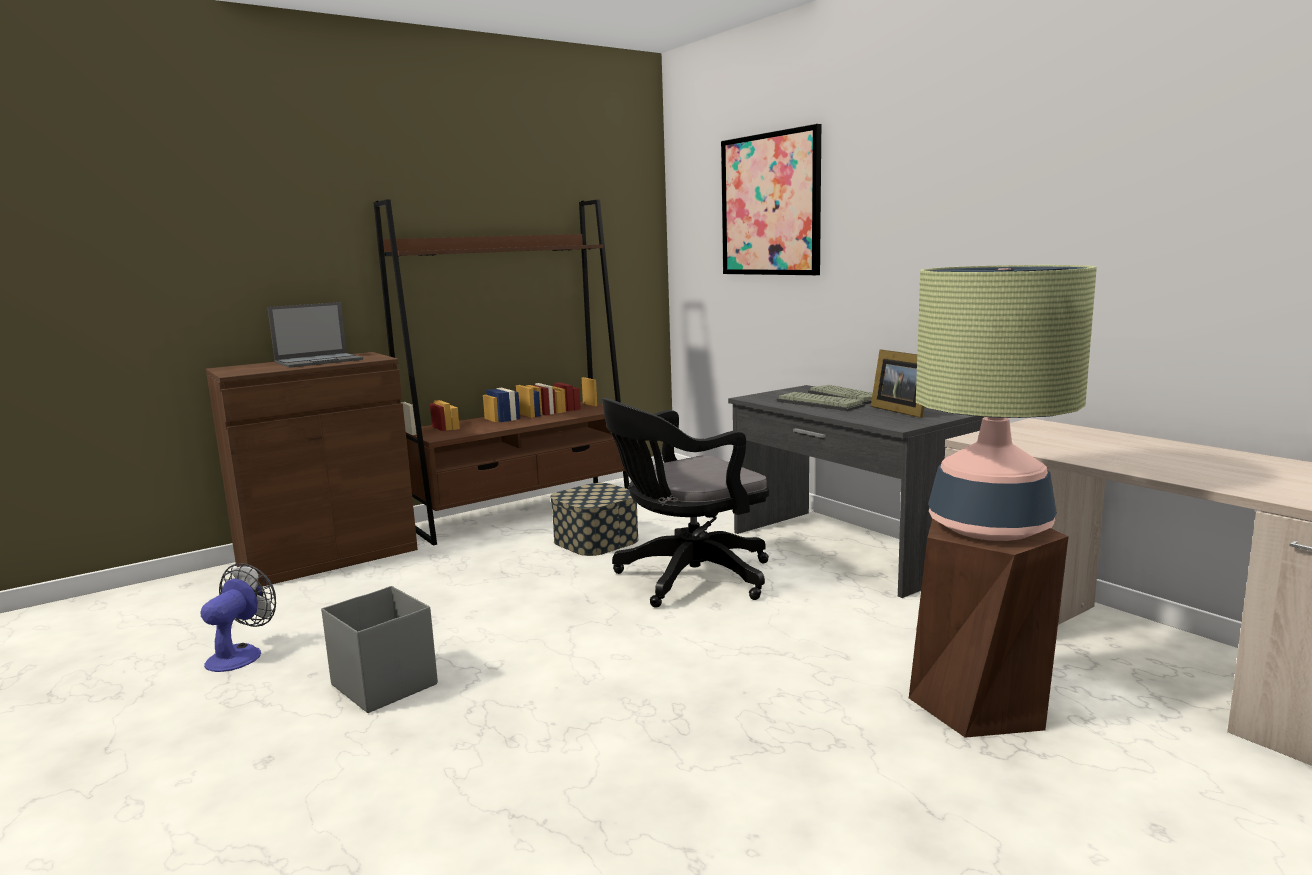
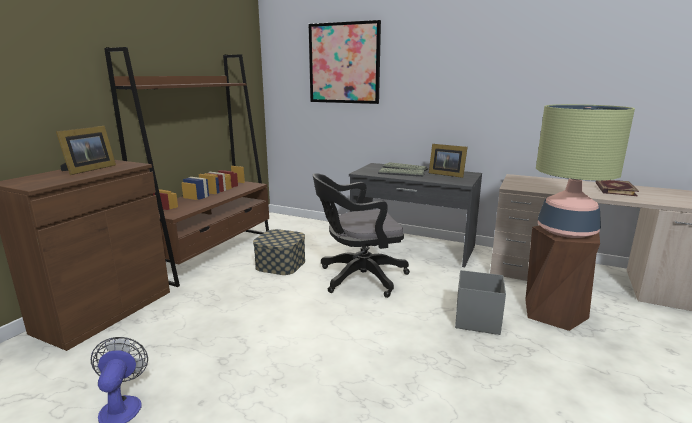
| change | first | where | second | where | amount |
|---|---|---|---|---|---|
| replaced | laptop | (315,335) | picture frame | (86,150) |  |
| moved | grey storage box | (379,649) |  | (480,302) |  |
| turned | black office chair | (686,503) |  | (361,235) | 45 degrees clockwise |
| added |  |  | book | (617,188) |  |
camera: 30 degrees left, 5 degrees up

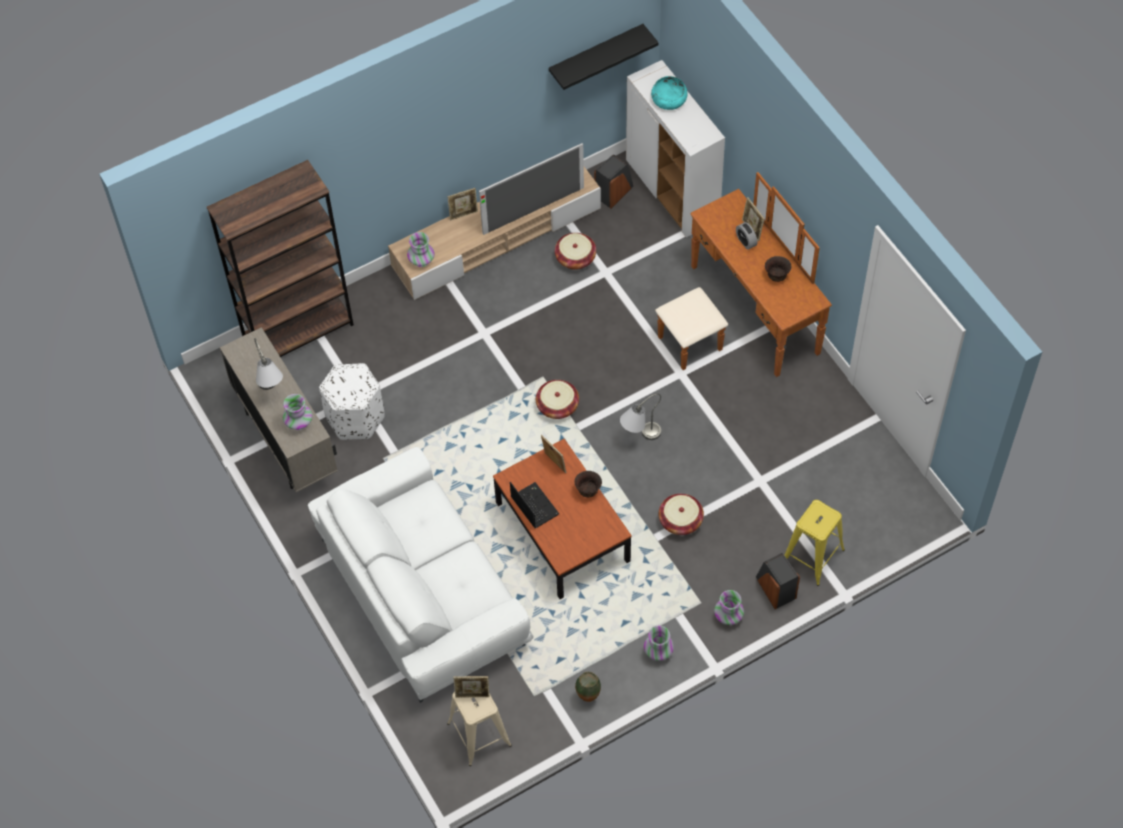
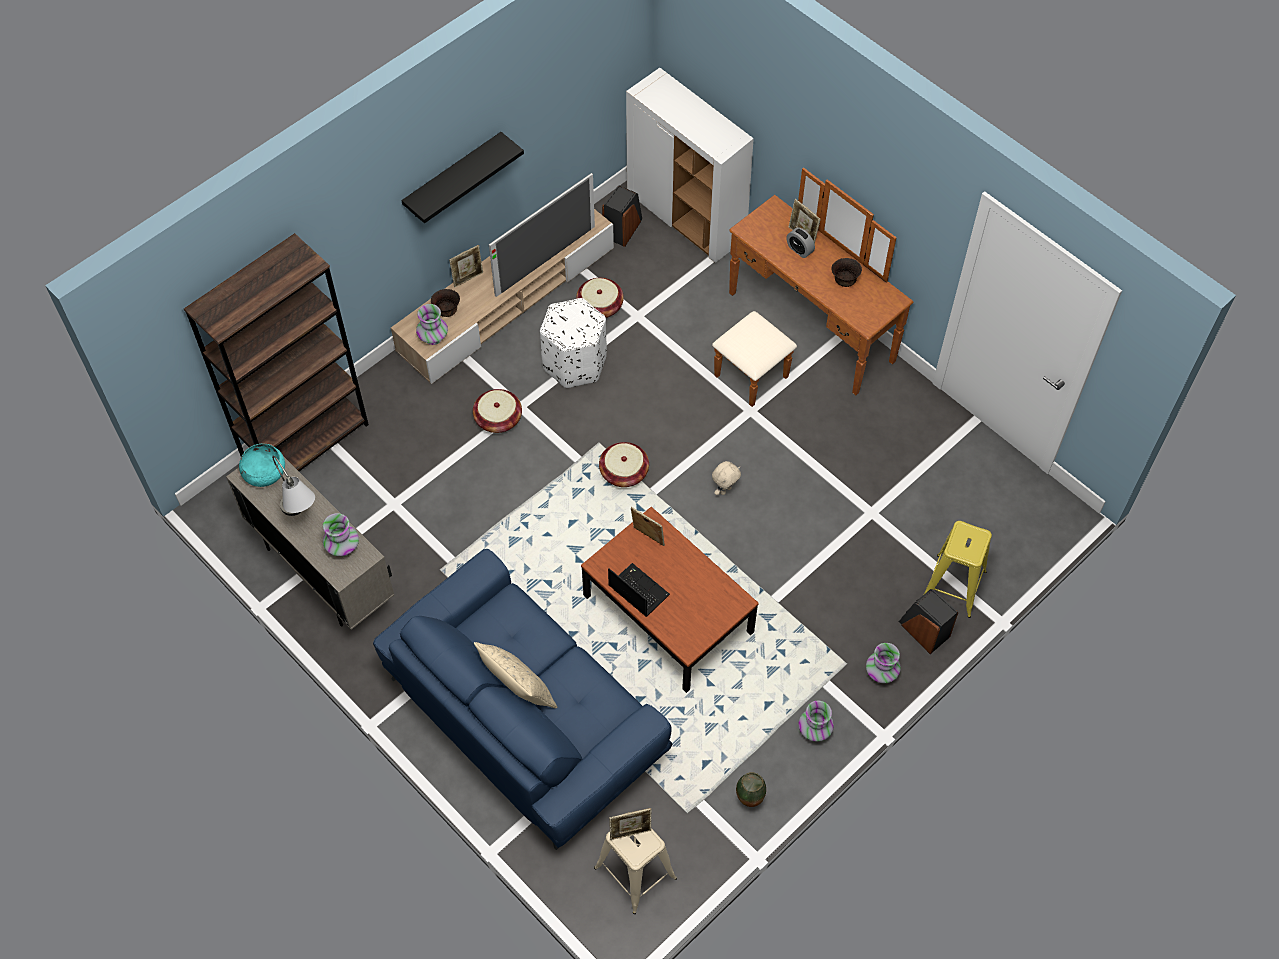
| change | first | where | second | where | amount |
|---|---|---|---|---|---|
| recoloured | white sofa | (420,575) | blue sofa | (522,699) |  |
| moved | white ottoman | (352,401) |  | (573,343) |  |
| moved | black shelf | (603,57) |  | (462,177) |  |
| moved | brown bowl | (588,484) |  | (445,303) |  |
| replaced | grey table lamp | (640,417) | beige plush toy | (726,478) |  |
| moved | turquoise bowl | (669,93) |  | (262,465) |  |
| moved | basket | (681,514) |  | (497,411) |  |
| added |  |  | beige pillow | (516,675) |  |
camera: 15 degrees left, 0 degrees up

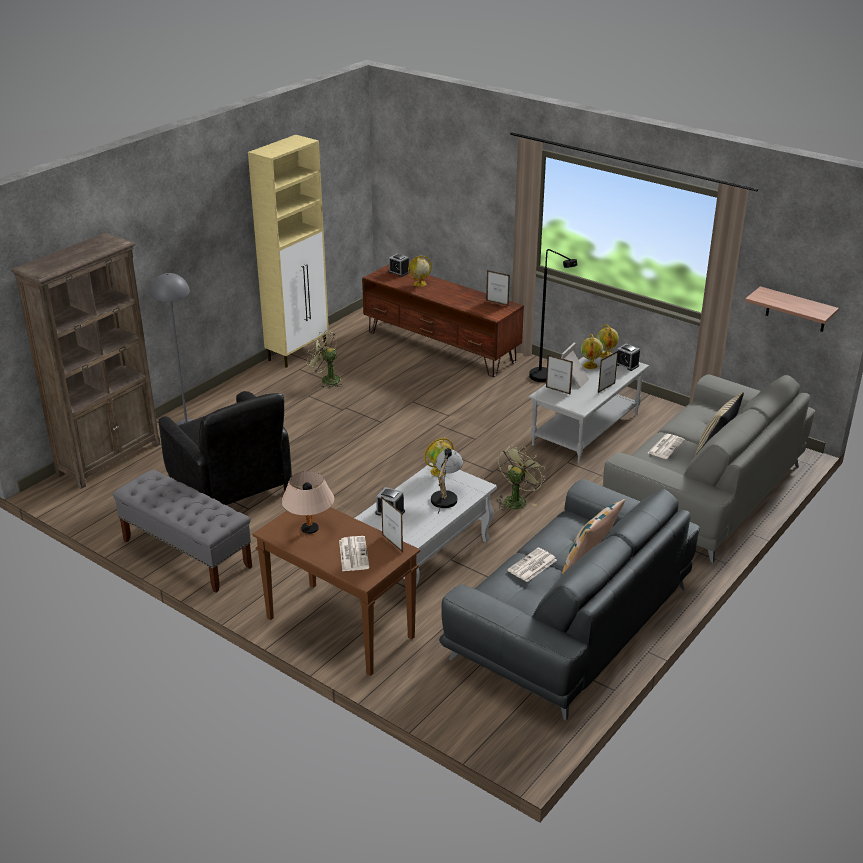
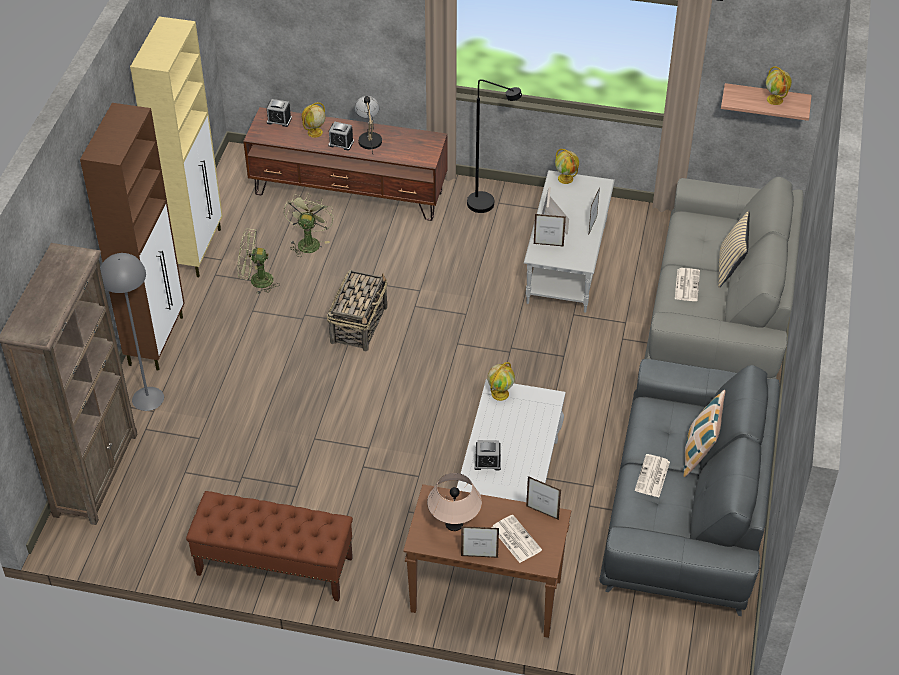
| change | first | where | second | where | amount |
|---|---|---|---|---|---|
| recoloured | grey bench | (182,530) | brown bench | (269,546) |  |
| removed | black armchair | (225,448) |  |  |  |
| moved | table lamp | (447,480) |  | (368,125) |  |
| moved | picture frame | (498,288) |  | (480,542) |  |
| moved | green fan | (521,477) |  | (309,225) |  |
| moved | globe | (592,351) |  | (779,85) |  |
| moved | alarm clock | (628,357) |  | (341,136) |  |
| added |  |  | brown cabinet | (132,237) |  |
| added |  |  | basket | (357,311) |  |
camera: 25 degrees left, 15 degrees up

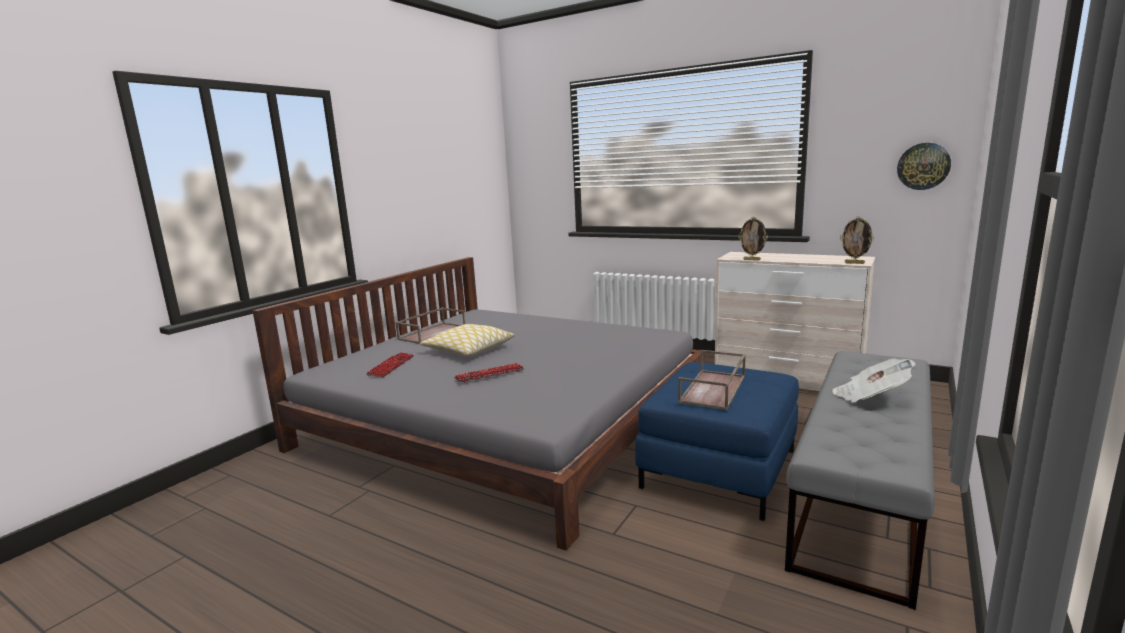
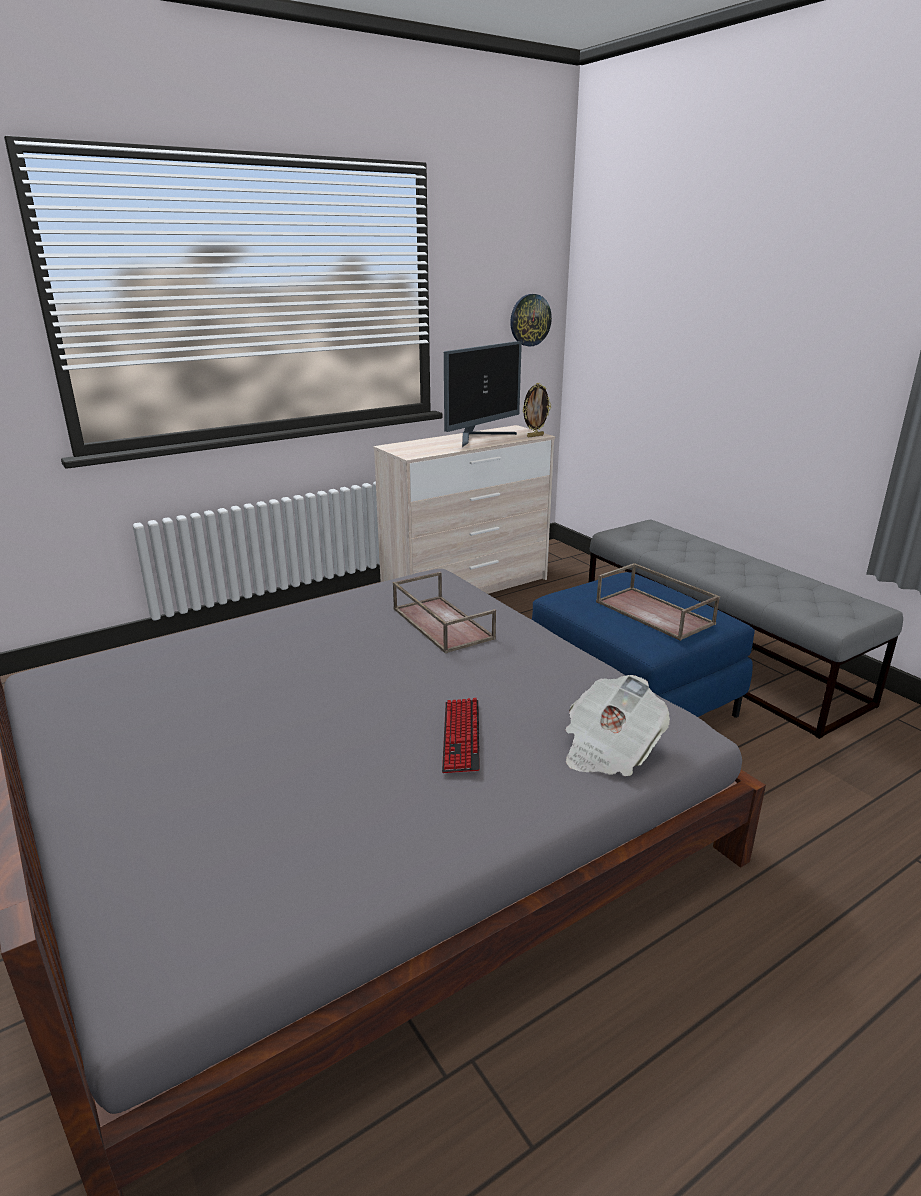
| change | first | where | second | where | amount |
|---|---|---|---|---|---|
| removed | keyboard | (390,364) |  |  |  |
| moved | brown tray | (430,326) |  | (444,613) |  |
| removed | pillow | (467,340) |  |  |  |
| removed | picture frame | (753,239) |  |  |  |
| moved | newspaper | (874,380) |  | (617,725) |  |
| added |  |  | monitor | (483,394) |  |
camera: 65 degrees left, 10 degrees up

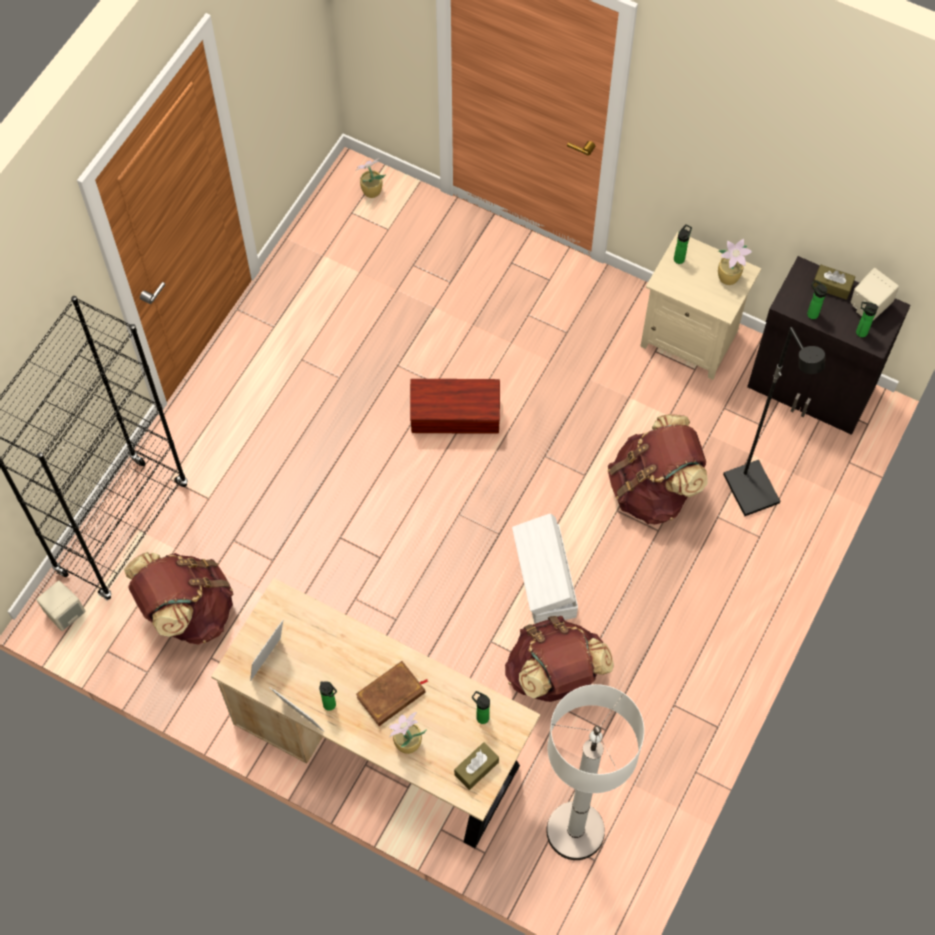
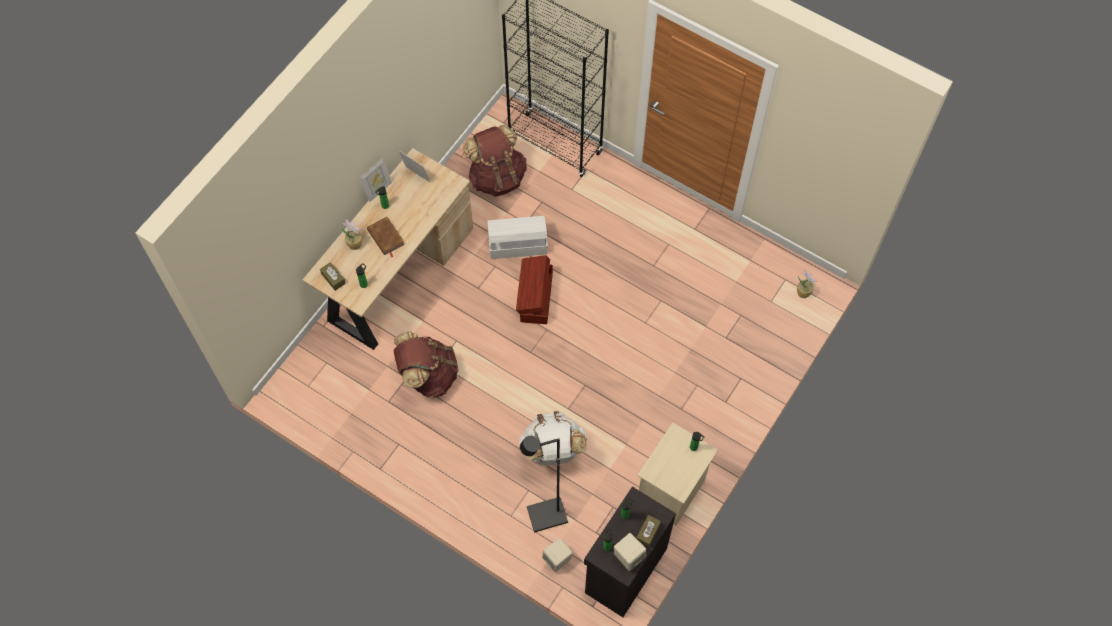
| change | first | where | second | where | amount |
|---|---|---|---|---|---|
| moved | beige speaker | (61,606) |  | (557,555) |  |
| moved | brown storage box | (455,406) |  | (534,289) |  |
| moved | white storage box | (545,568) |  | (517,237) |  |
| removed | white floor lamp | (595,772) |  |  |  |
| recoloured | brown backpack | (658,469) | white backpack | (553,438) |  |
| removed | potted plant | (735,262) |  |  |  |
camera: 95 degrees right, 0 degrees up

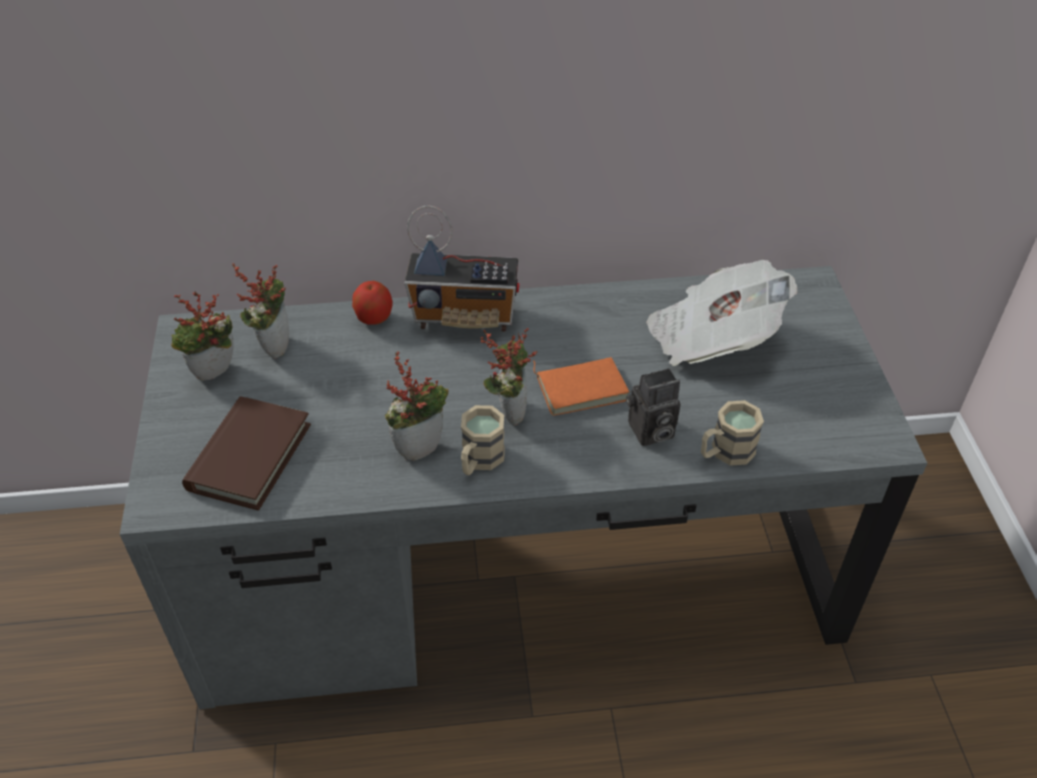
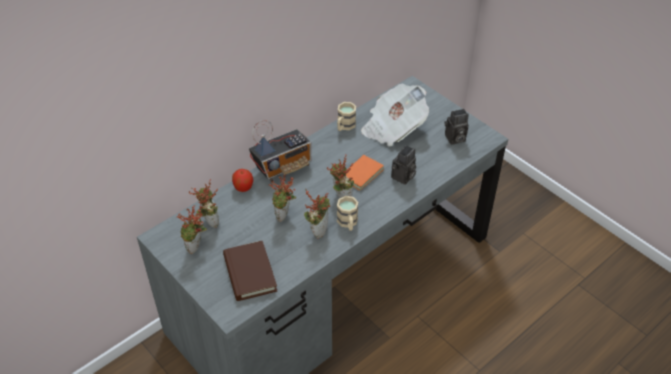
| change | first | where | second | where | amount |
|---|---|---|---|---|---|
| moved | beige mug | (732,433) |  | (346,116) |  |
| added |  |  | potted plant | (282,198) |  |
| added |  |  | photo camera | (456,127) |  |
camera: 35 degrees left, 0 degrees up

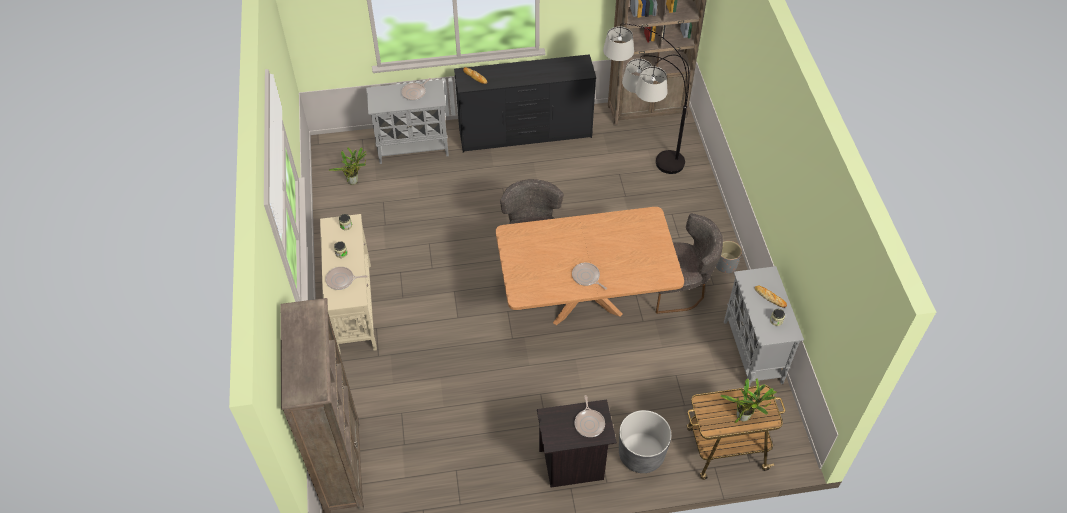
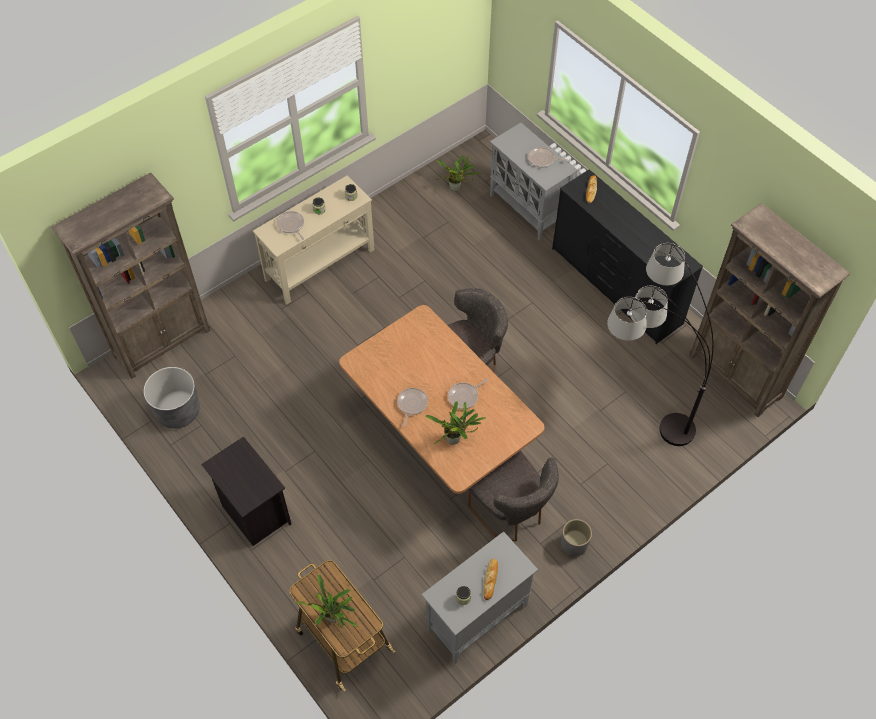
| change | first | where | second | where | amount |
|---|---|---|---|---|---|
| moved | frying pan | (589,416) |  | (468,394) |  |
| moved | grey planter | (645,441) |  | (171,397) |  |
| added |  |  | potted plant | (455,423) |  |
camera: 60 degrees right, 5 degrees up

